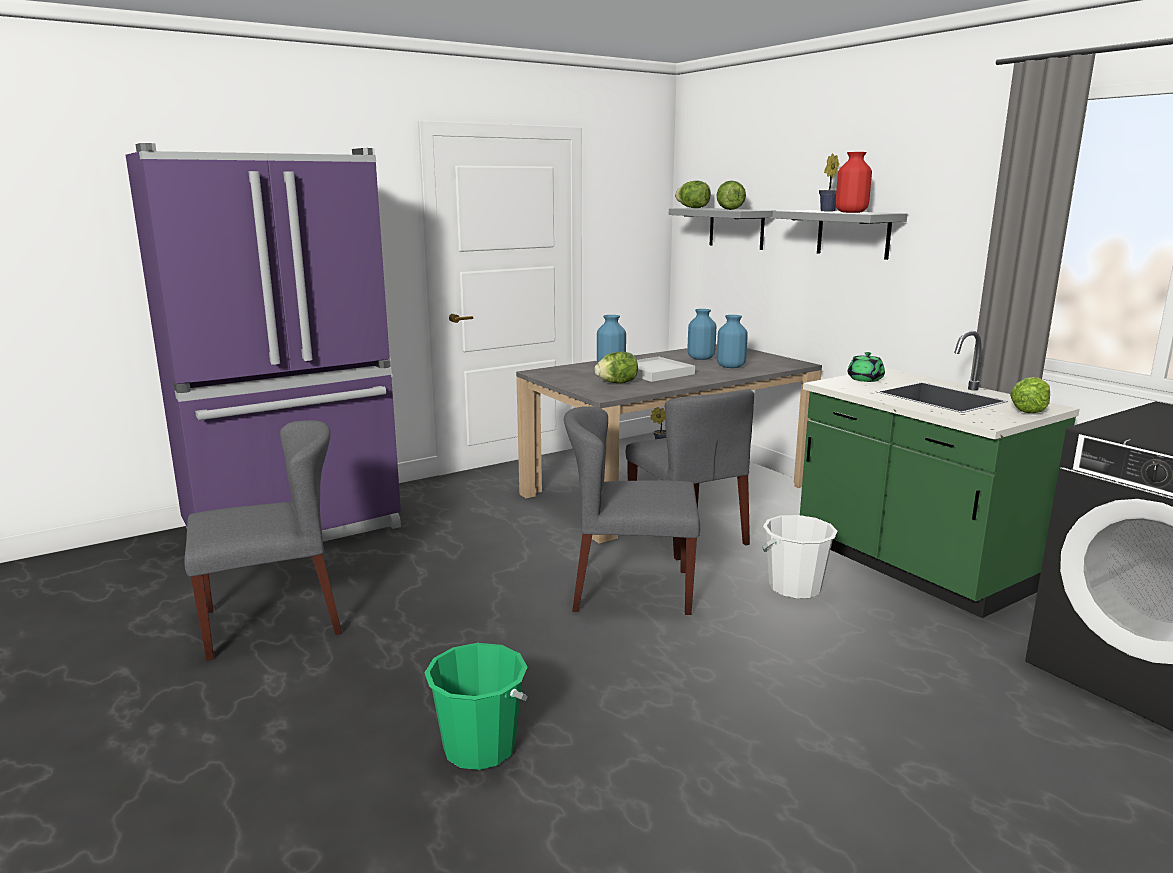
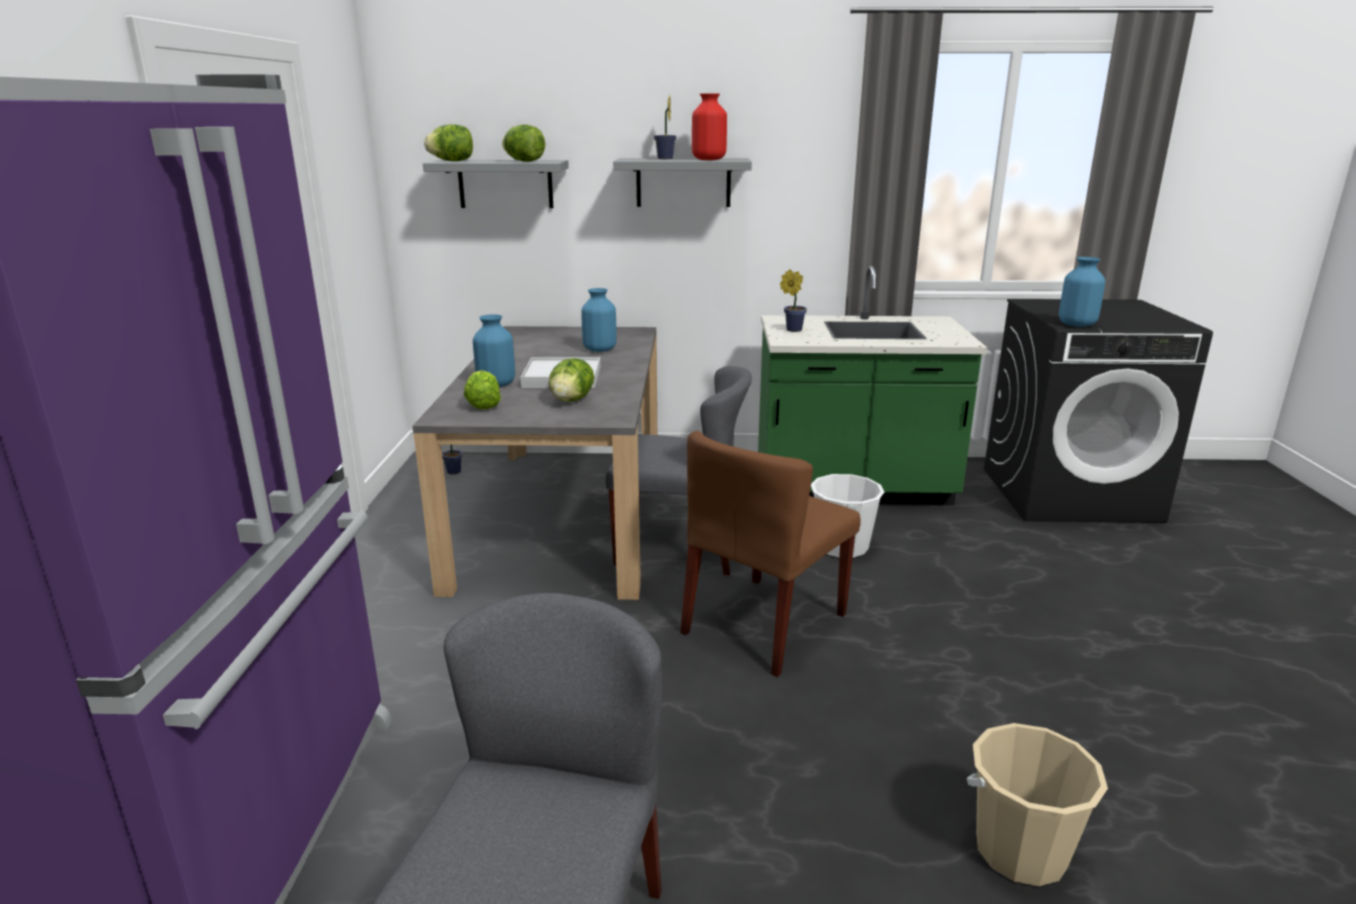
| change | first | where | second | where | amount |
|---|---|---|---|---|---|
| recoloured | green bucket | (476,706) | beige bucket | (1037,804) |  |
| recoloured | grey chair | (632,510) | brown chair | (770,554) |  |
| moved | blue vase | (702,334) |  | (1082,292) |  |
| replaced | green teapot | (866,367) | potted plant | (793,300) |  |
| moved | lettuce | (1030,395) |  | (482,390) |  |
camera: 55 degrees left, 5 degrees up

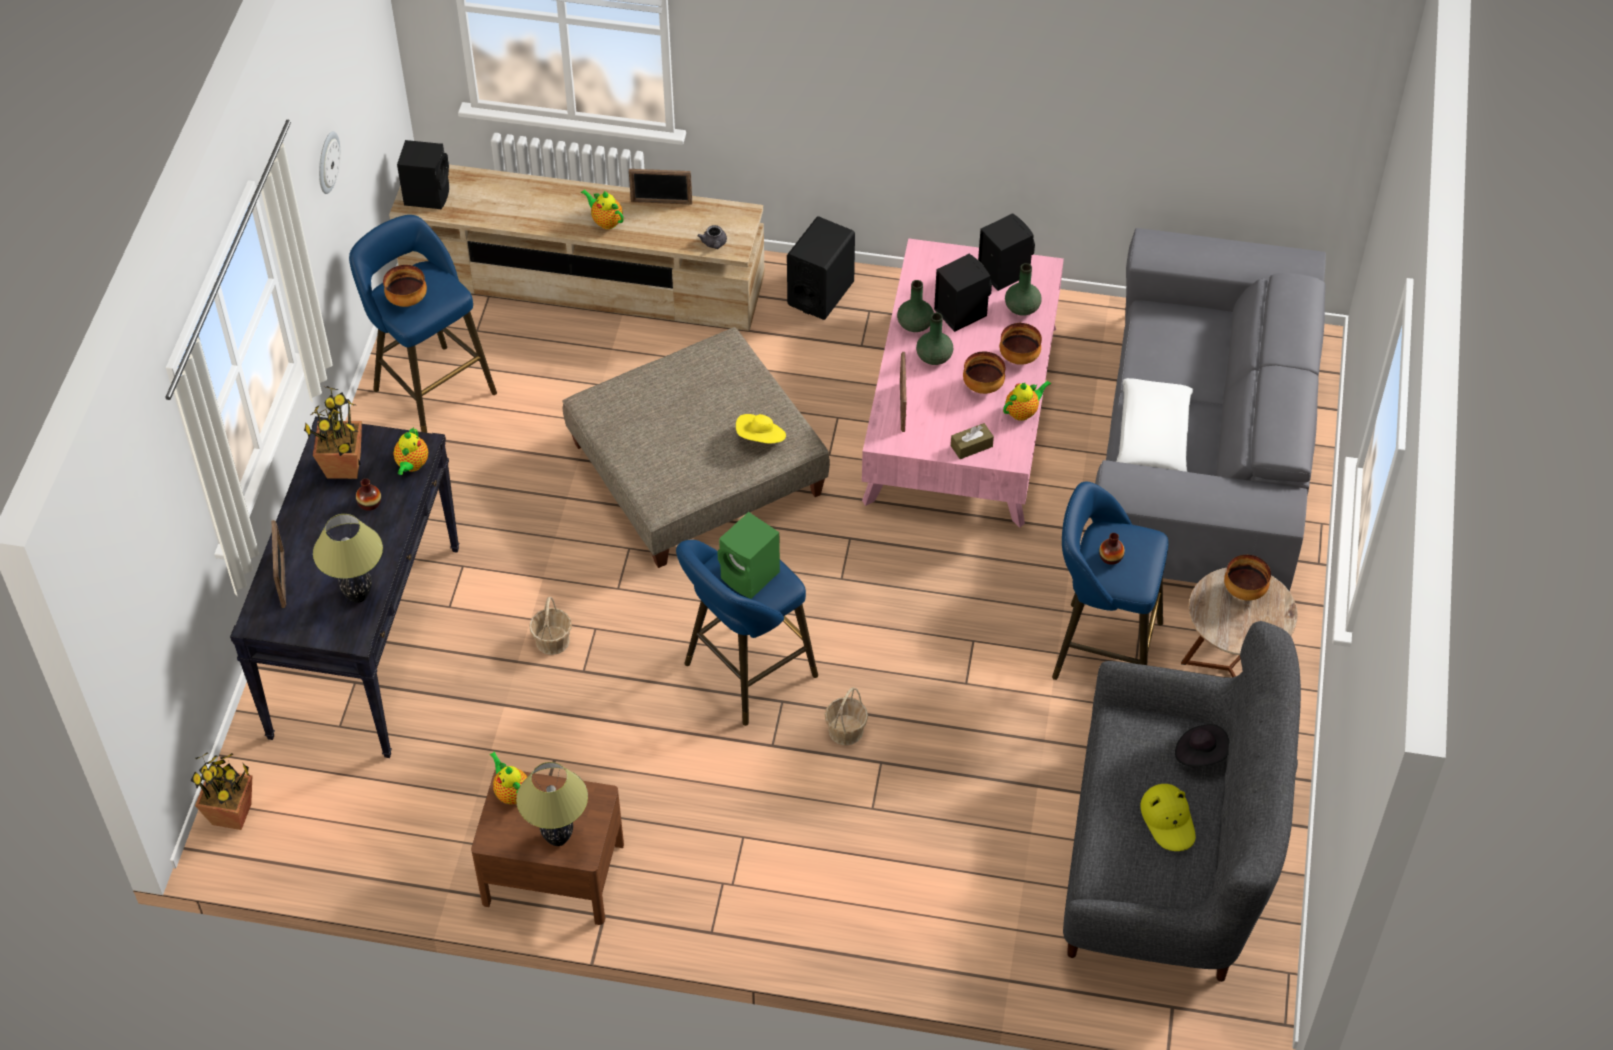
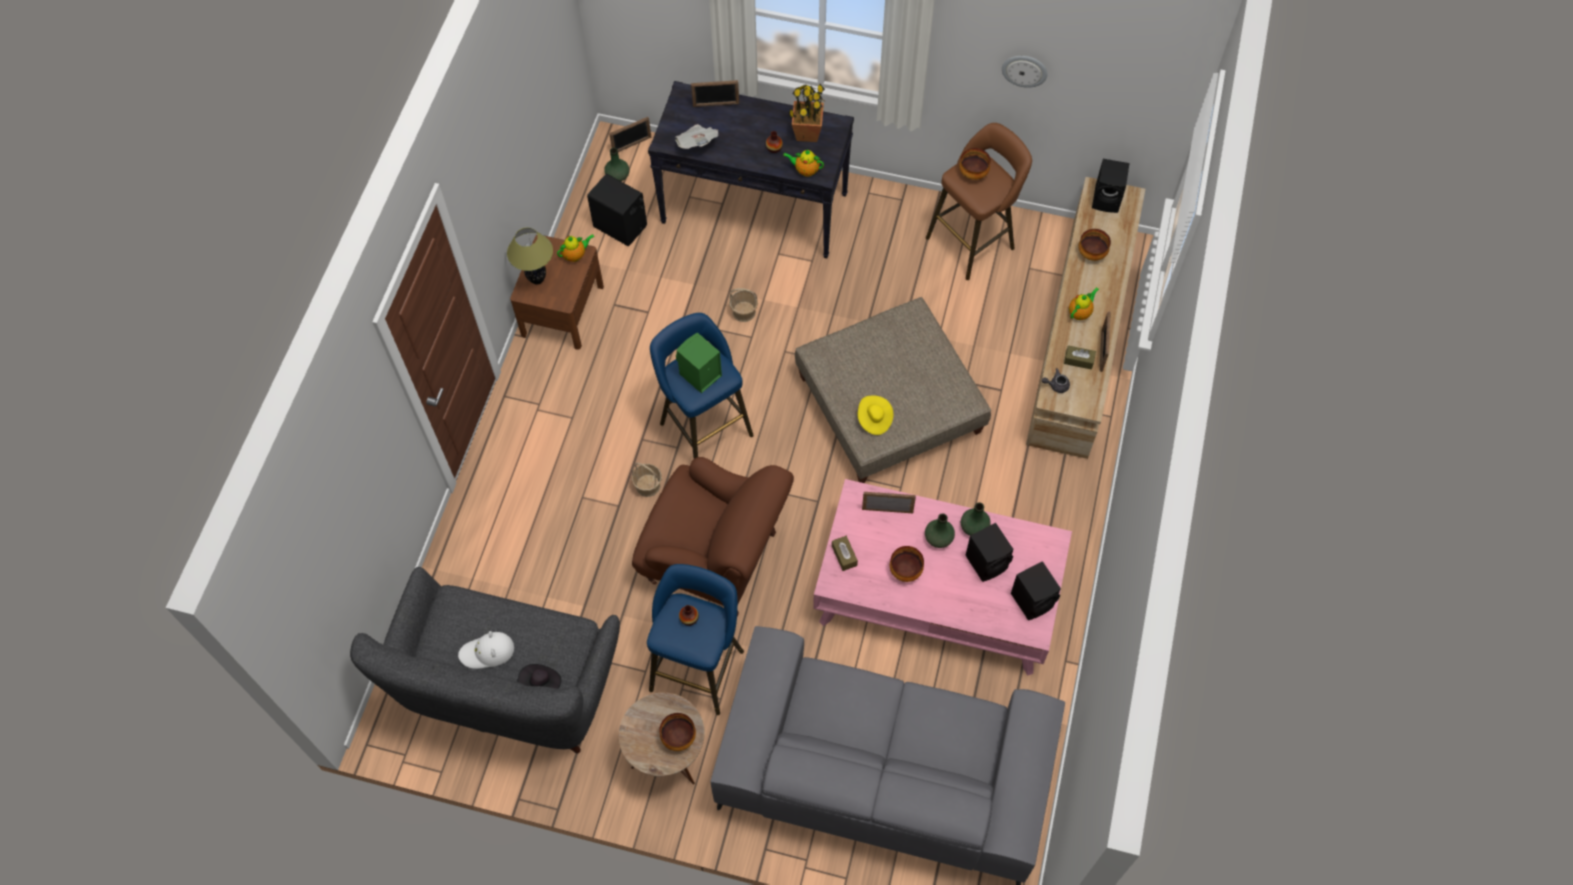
| change | first | where | second | where | amount |
|---|---|---|---|---|---|
| replaced | potted plant | (221,791) | picture frame | (630,134) |  |
| replaced | table lamp | (348,558) | newspaper | (697,136) |  |
| recoloured | blue stool | (423,324) | brown stool | (979,201) |  |
| moved | black speaker | (821,268) |  | (617,210) |  |
| moved | bowl | (1020,344) |  | (1094,245) |  |
| removed | teapot | (1027,401) |  |  |  |
| moved | green vase | (1023,289) |  | (617,164) |  |
| removed | white pillow | (1154,425) |  |  |  |
| recoloured | yellow hat | (1168,817) | white hat | (486,650) |  |
| added |  |  | brown armchair | (713,536) |  |
| added |  |  | brown tissue box | (1080,357) |  |
camera: 95 degrees right, 10 degrees up

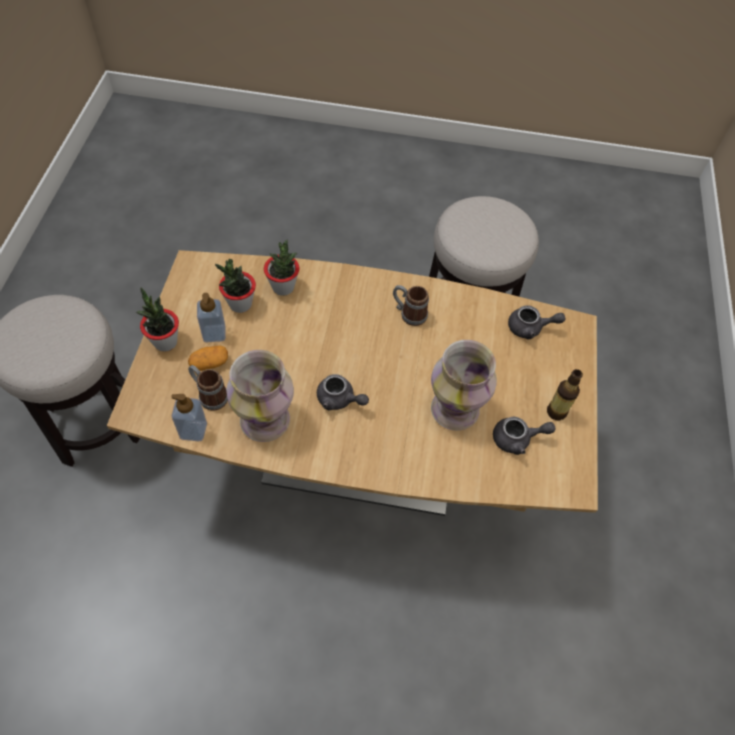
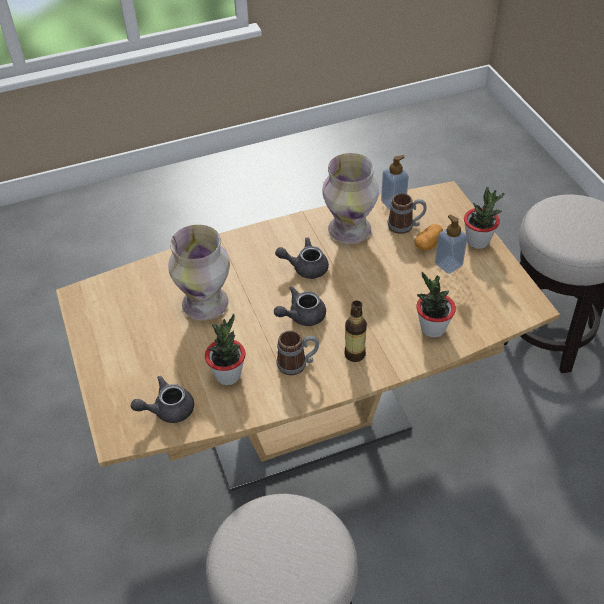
| change | first | where | second | where | amount |
|---|---|---|---|---|---|
| moved | potted plant | (235,286) |  | (225,349) |  |
| moved | grey teapot | (524,436) |  | (300,306) |  |
| moved | bottle | (565,394) |  | (355,331) |  |
camera: 155 degrees right, 10 degrees down

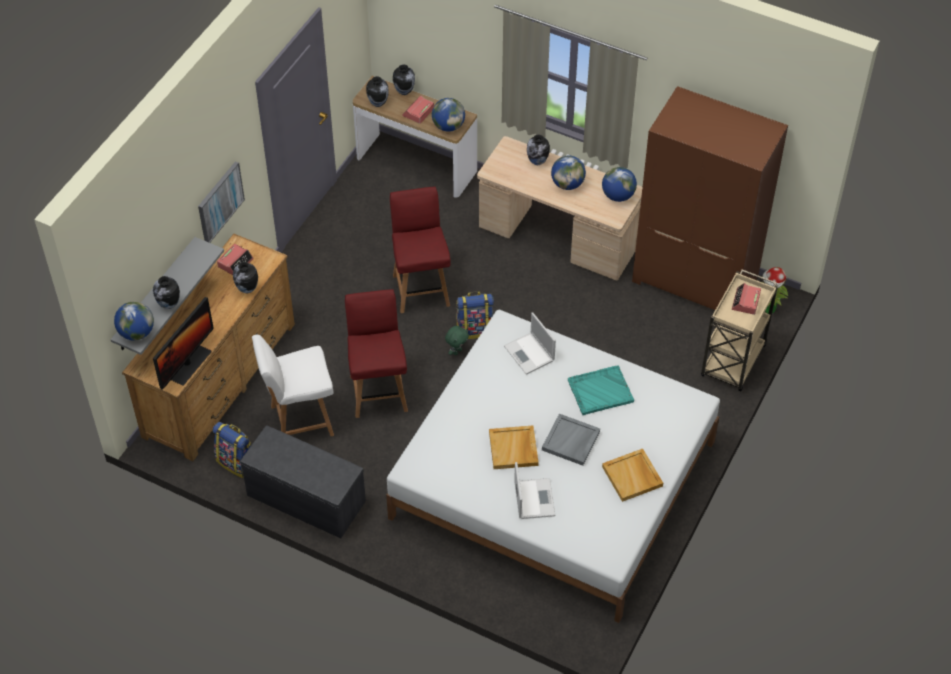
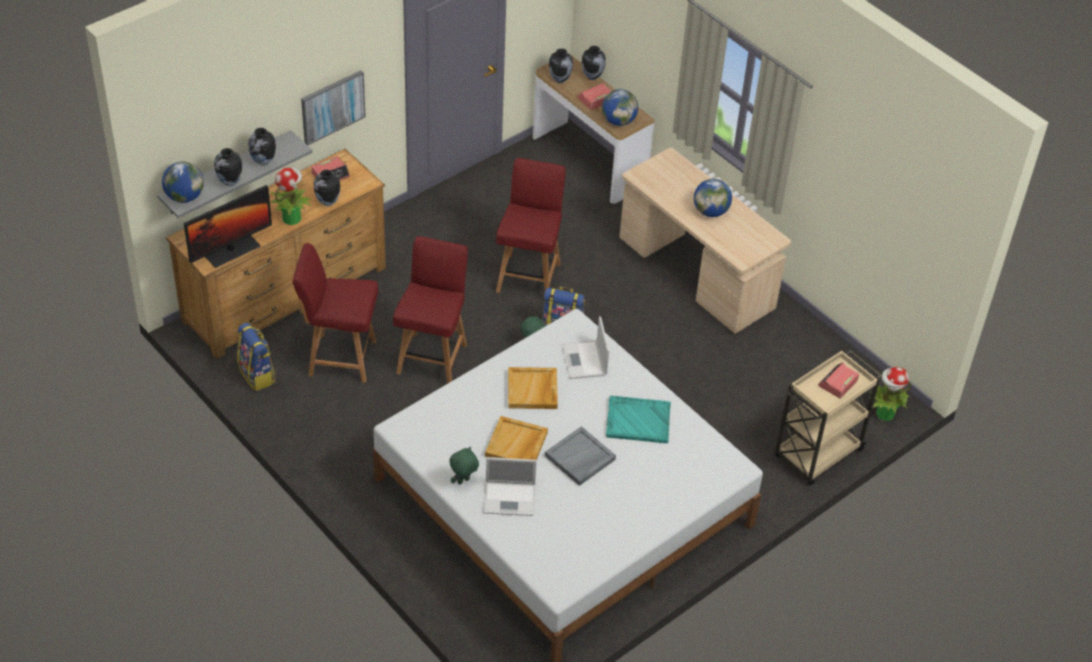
| change | first | where | second | where | amount |
|---|---|---|---|---|---|
| removed | grey bench | (303,481) |  |  |  |
| recoloured | white chair | (293,385) | red chair | (336,313) |  |
| turned | laptop | (534,490) |  | (510,486) | 75 degrees clockwise |
| moved | vase | (538,150) |  | (262,147) |  |
| removed | globe | (619,184) |  |  |  |
| moved | beige tray | (632,475) |  | (533,388) |  |
| removed | brown wardrobe | (710,198) |  |  |  |
| added |  |  | potted plant | (290,196) |  |
| added |  |  | green plush toy | (464,466) |  |
camera: 20 degrees right, 5 degrees down

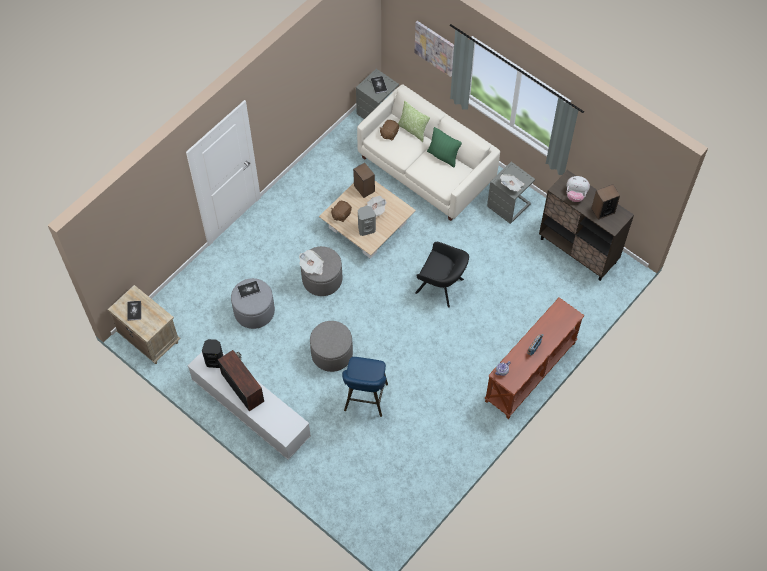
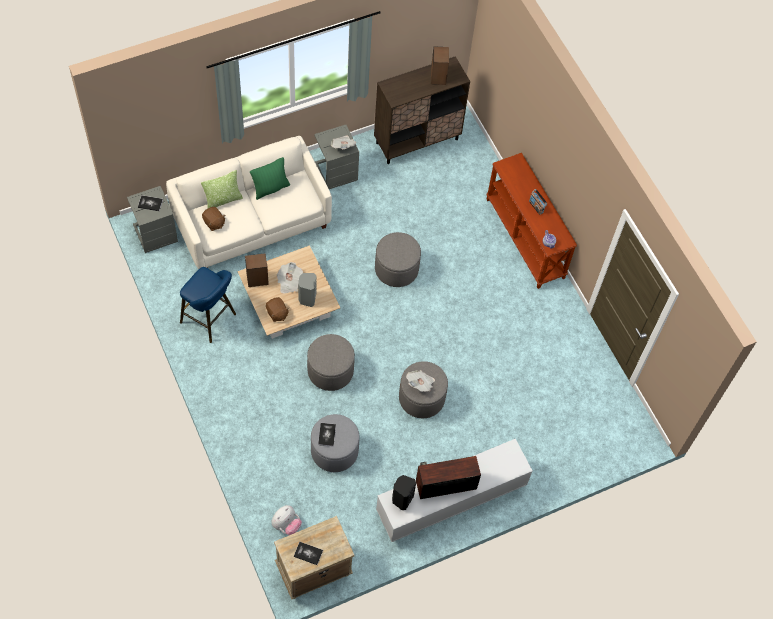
| change | first | where | second | where | amount |
|---|---|---|---|---|---|
| moved | newspaper | (311,262) |  | (420,381) |  |
| moved | blue stool | (365,387) |  | (208,305) |  |
| removed | picture | (434,49) |  |  |  |
| replaced | black armchair | (442,274) | grey ottoman | (398,259) |  |
| moved | plush toy | (578,189) |  | (286,520) |  |
camera: 70 degrees left, 0 degrees up

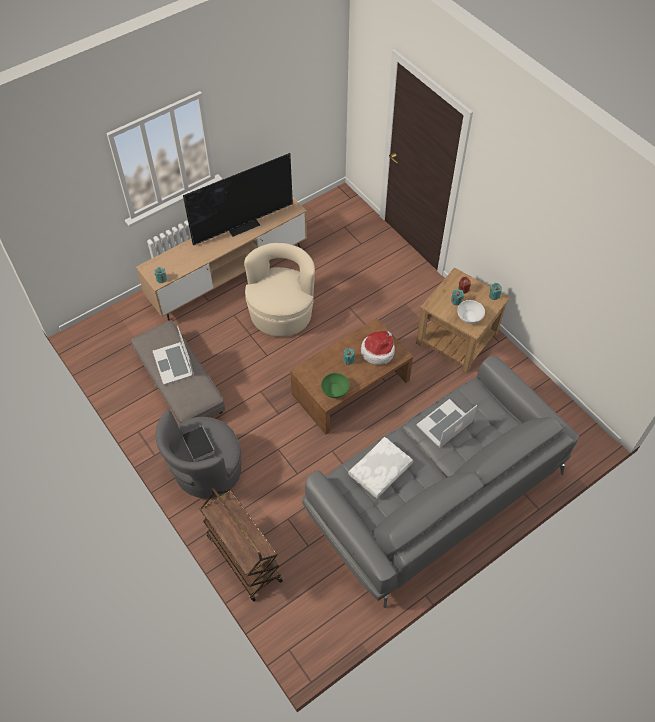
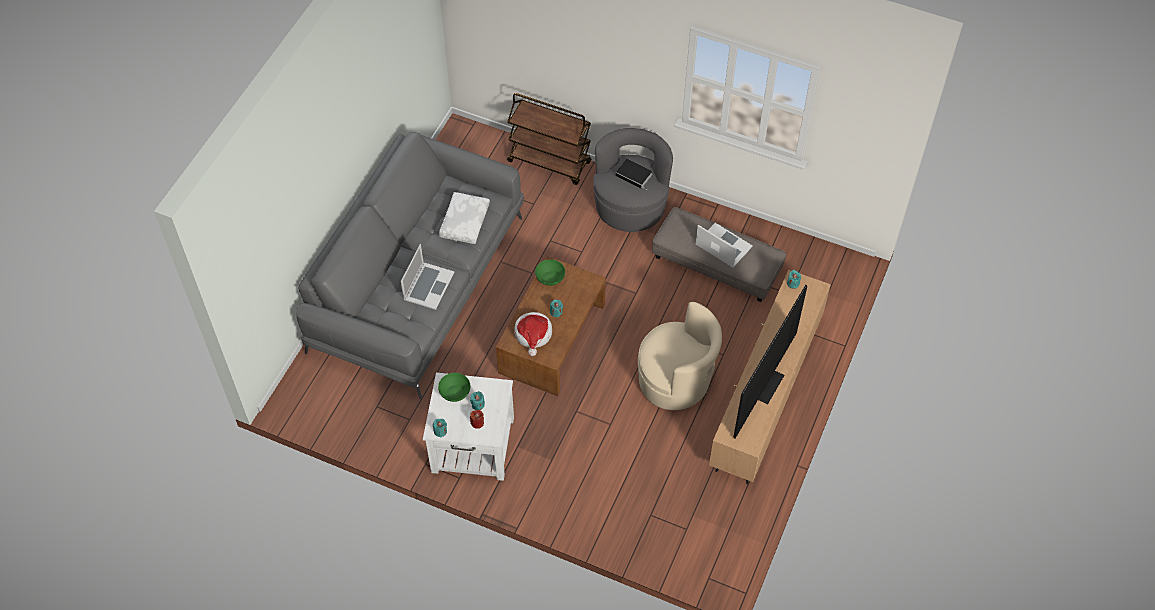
| change | first | where | second | where | amount |
|---|---|---|---|---|---|
| turned | beige armchair | (279,290) |  | (680,356) | 60 degrees counterclockwise |
| recoloured | brown side table | (463,320) | white side table | (468,426) |  |
| recoloured | white bowl | (471,312) | green bowl | (454,387) |  |
camera: 150 degrees right, 0 degrees up

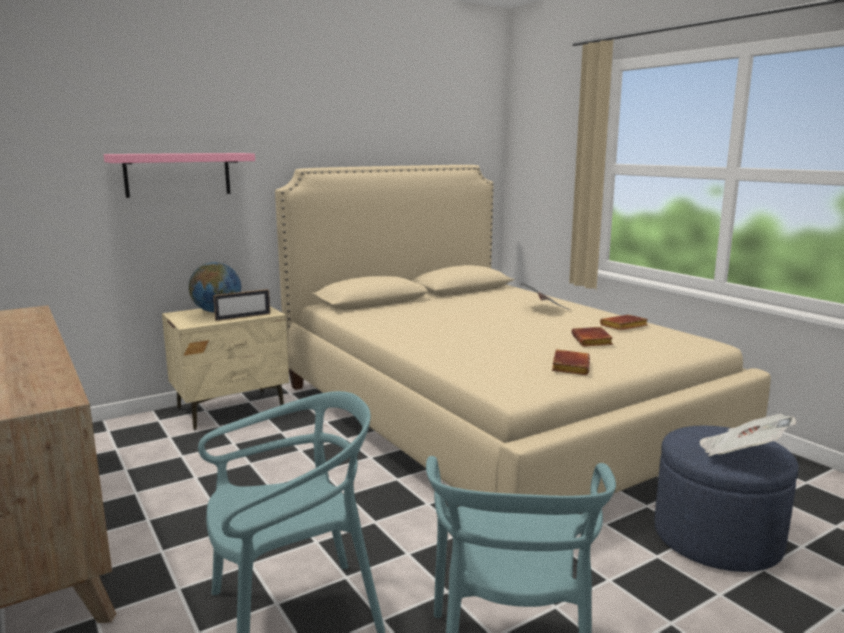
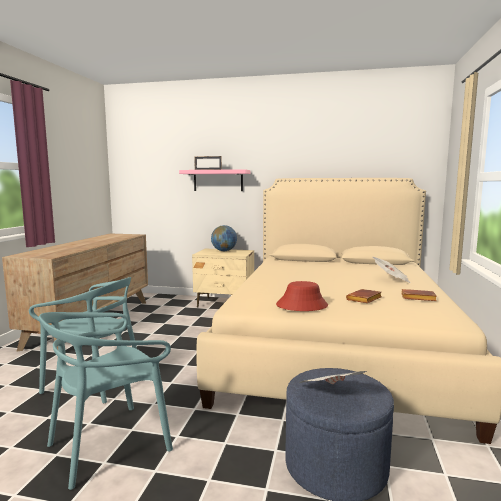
| change | first | where | second | where | amount |
|---|---|---|---|---|---|
| moved | picture frame | (241,305) |  | (208,163) |  |
| replaced | brown book | (571,362) | red hat | (302,296) |  |
camera: 45 degrees right, 5 degrees down

